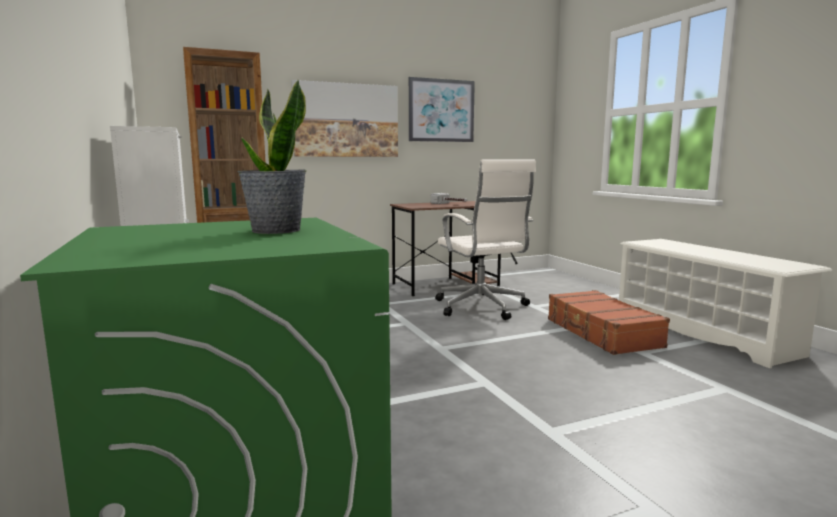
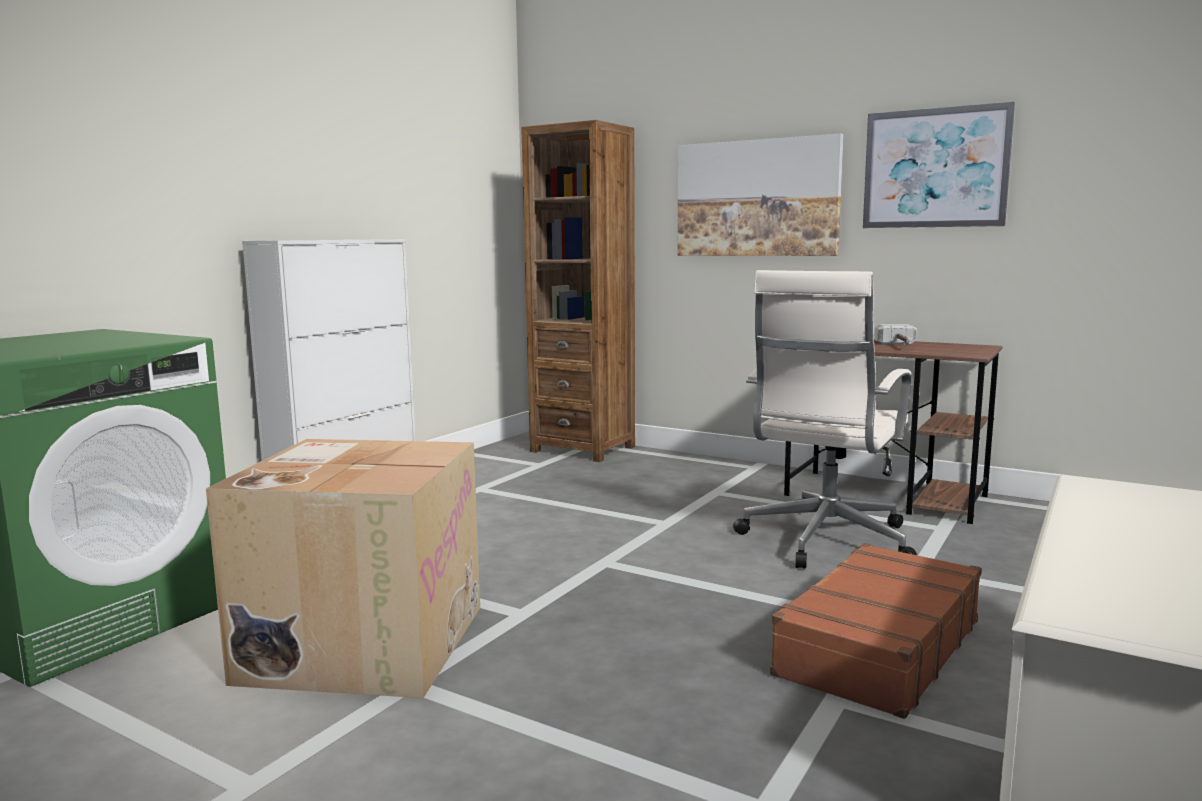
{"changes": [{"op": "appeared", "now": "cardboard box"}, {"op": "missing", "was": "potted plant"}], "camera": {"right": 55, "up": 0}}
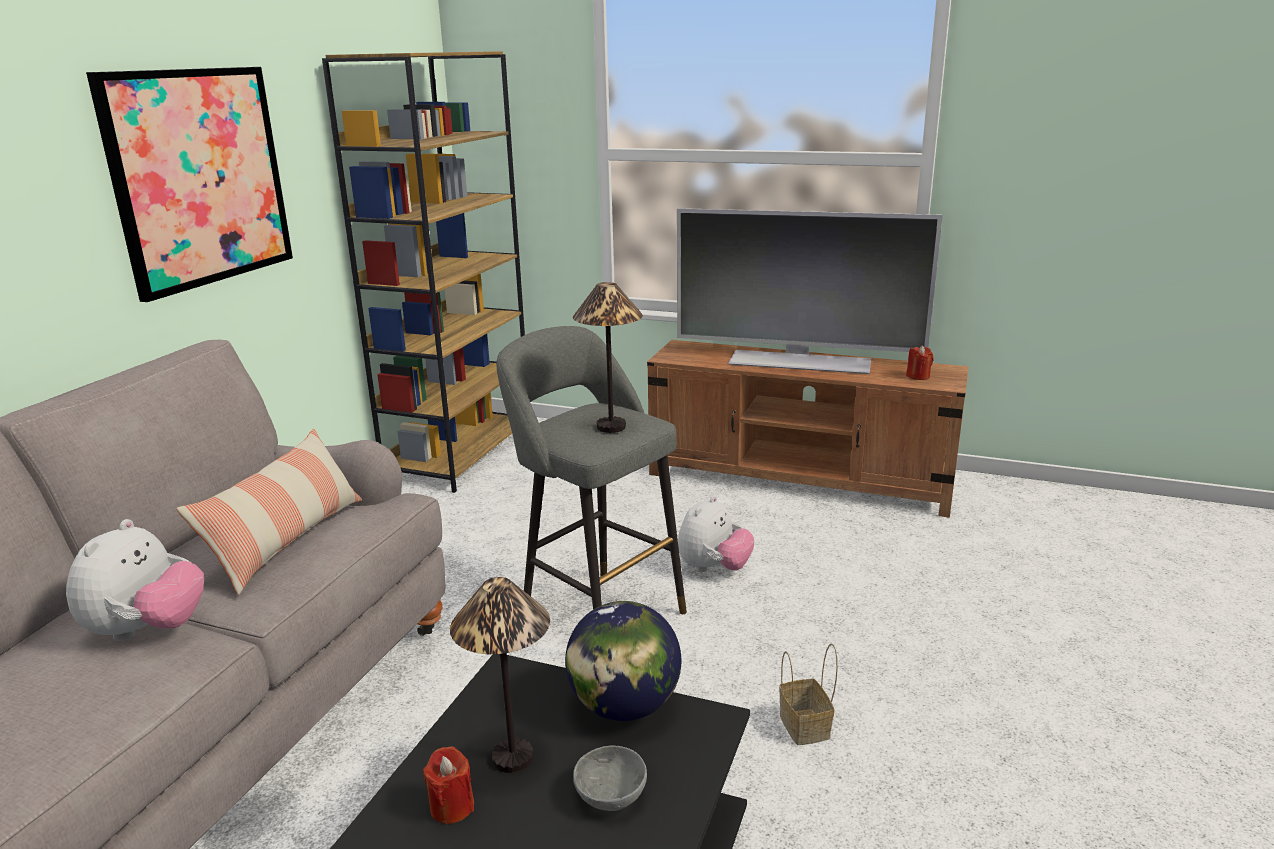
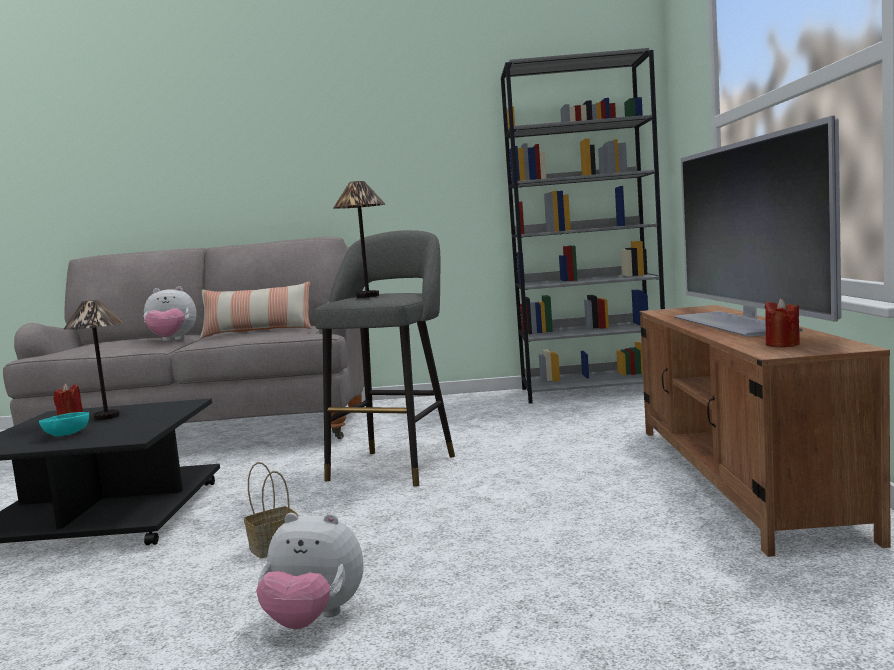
{"changes": [{"op": "colour", "was": "deep dish in greyish", "now": "deep dish in blue-green"}, {"op": "relocated", "was": "soft toy (no. 2 from left)"}, {"op": "colour", "was": "bookcase in brownish", "now": "bookcase in greyish"}, {"op": "missing", "was": "picture"}, {"op": "missing", "was": "desk globe"}], "camera": {"right": 70, "up": -15}}
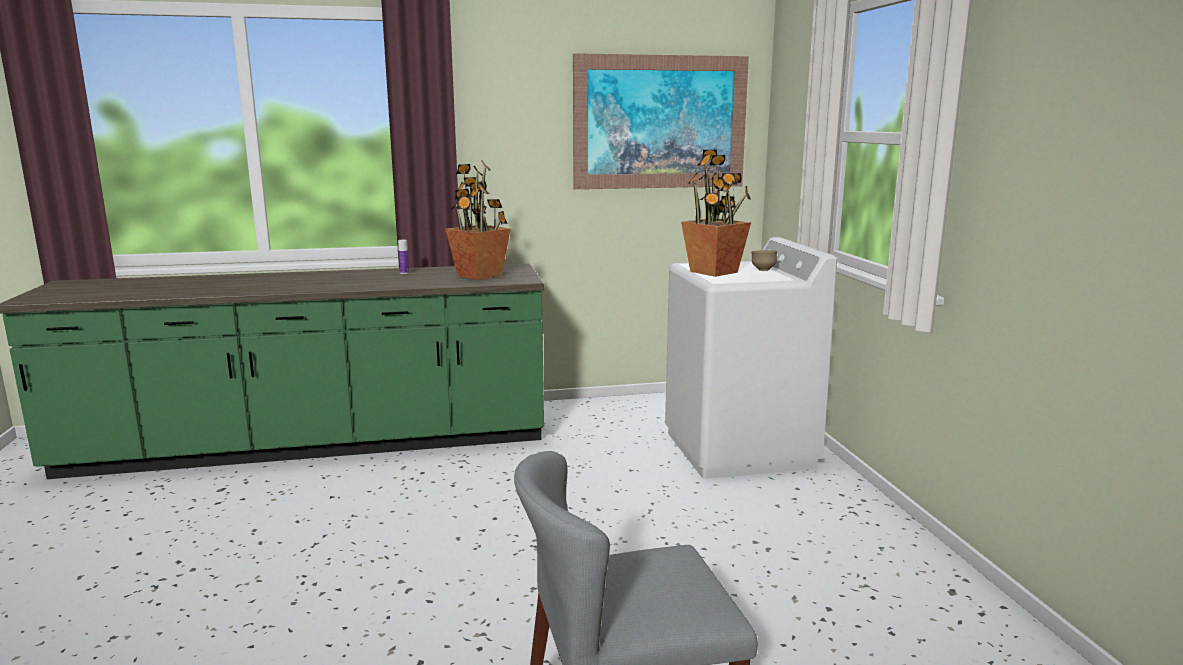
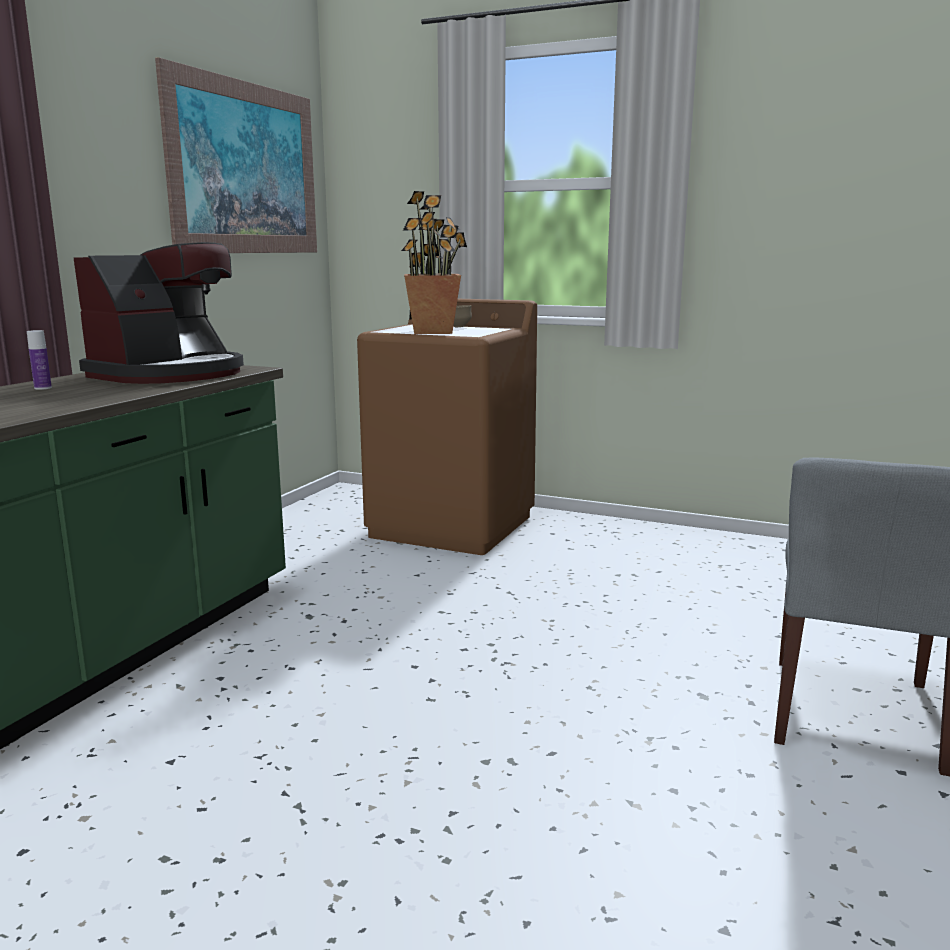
{"changes": [{"op": "exchanged", "was": "potted plant (no. 1 from left)", "now": "coffee machine"}, {"op": "colour", "was": "laundry machine in white", "now": "laundry machine in brownish"}], "camera": {"right": -55, "up": 0}}
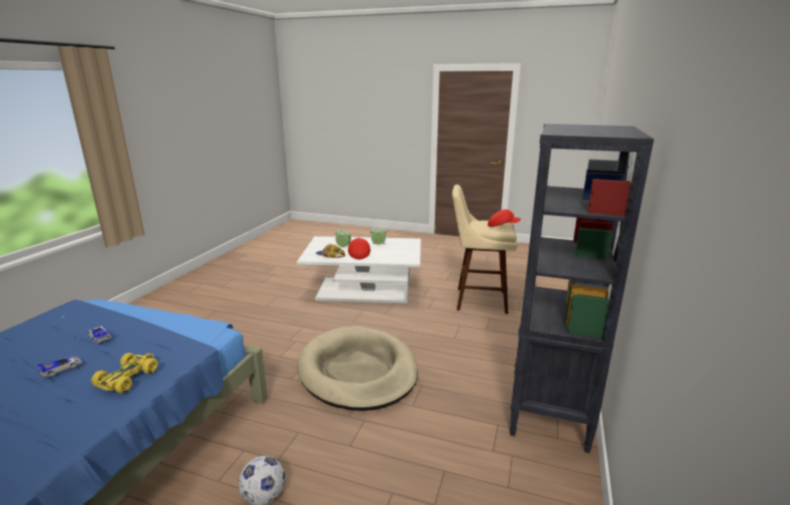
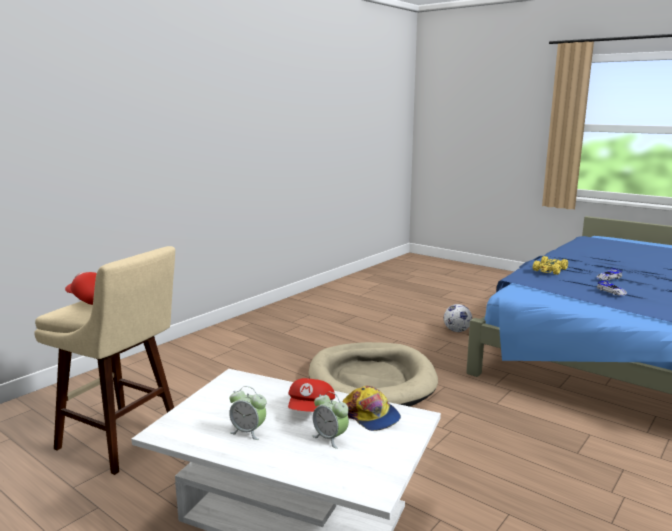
{"changes": [{"op": "missing", "was": "bookcase in blackish"}], "camera": {"right": -160, "up": -5}}
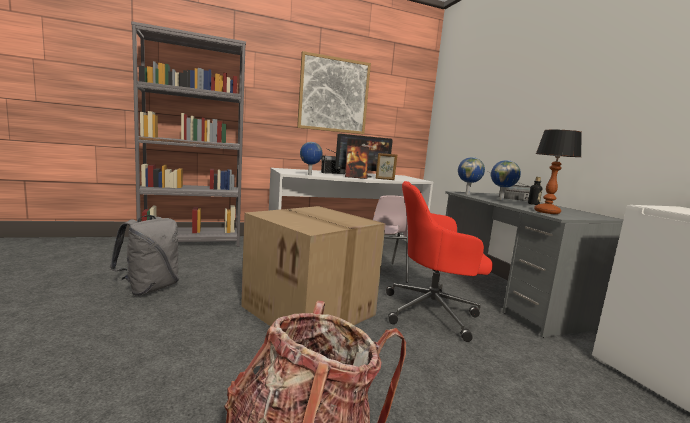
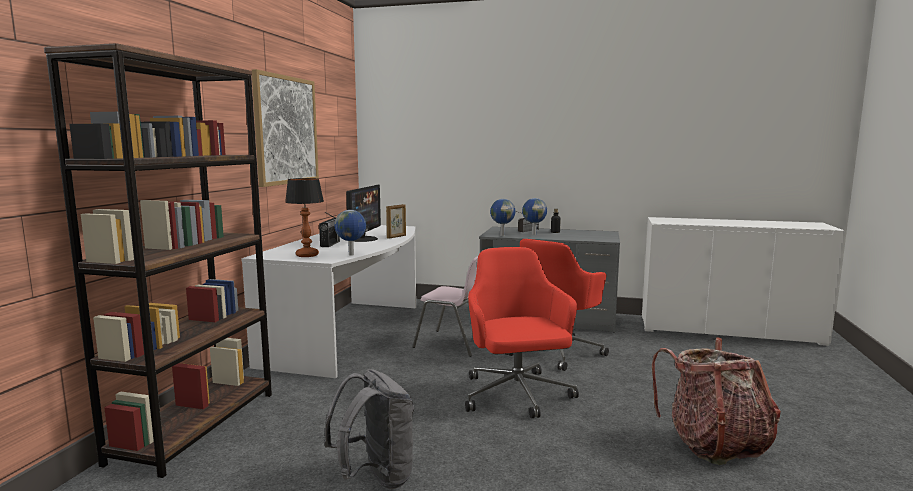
{"changes": [{"op": "colour", "was": "bookcase in greyish", "now": "bookcase in brownish"}, {"op": "relocated", "was": "tabletop lamp"}, {"op": "exchanged", "was": "cardboard box", "now": "desk chair in reddish (no. 1 from left)"}, {"op": "missing", "was": "standing frame (no. 1 from left)"}], "camera": {"right": -55, "up": 0}}
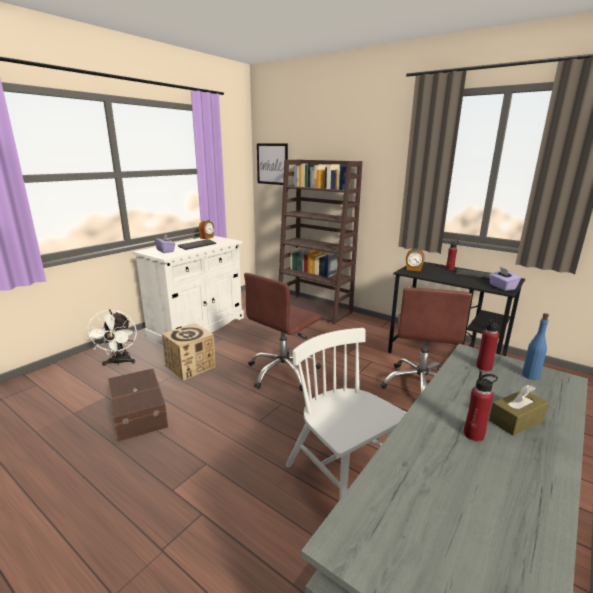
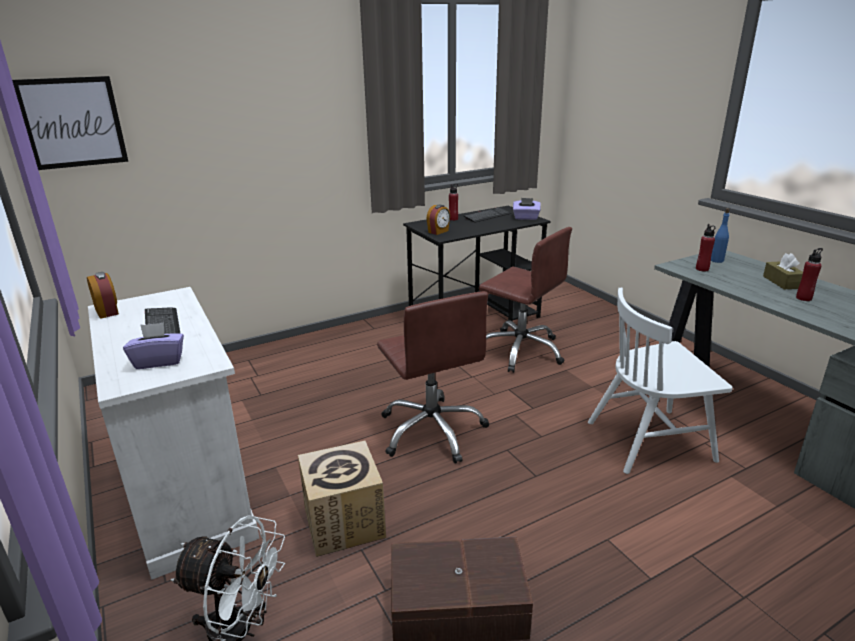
{"changes": [{"op": "missing", "was": "bookcase in brownish"}], "camera": {"right": -65, "up": 5}}
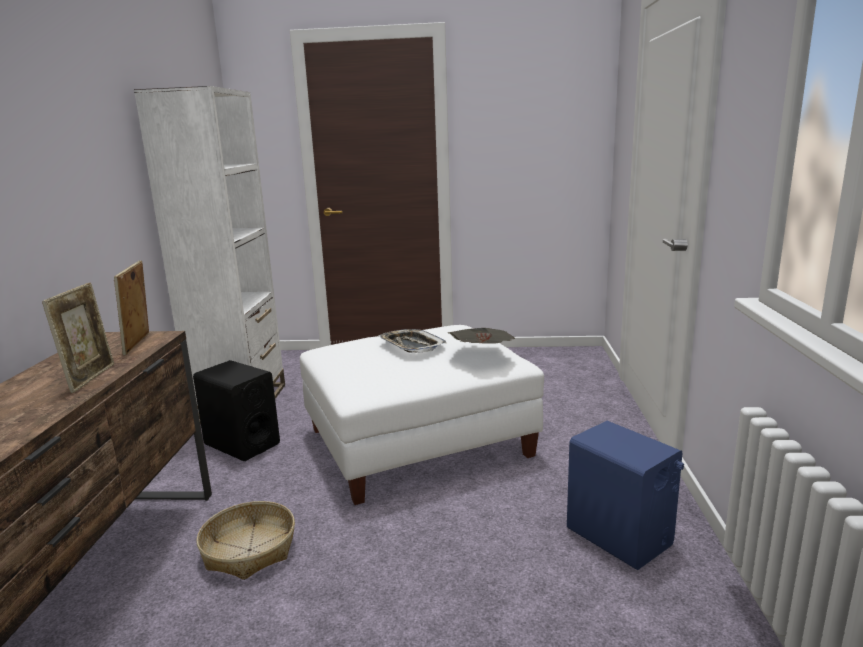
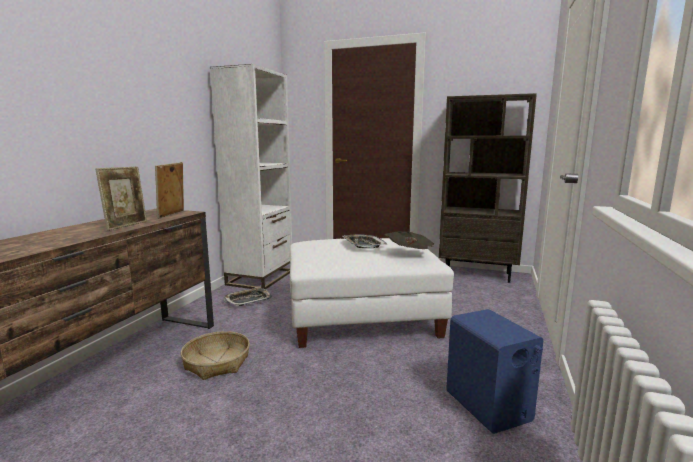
{"changes": [{"op": "exchanged", "was": "loudspeaker in blackish", "now": "tray (no. 1 from left)"}, {"op": "appeared", "now": "bookcase in brownish"}], "camera": {"right": 15, "up": -5}}
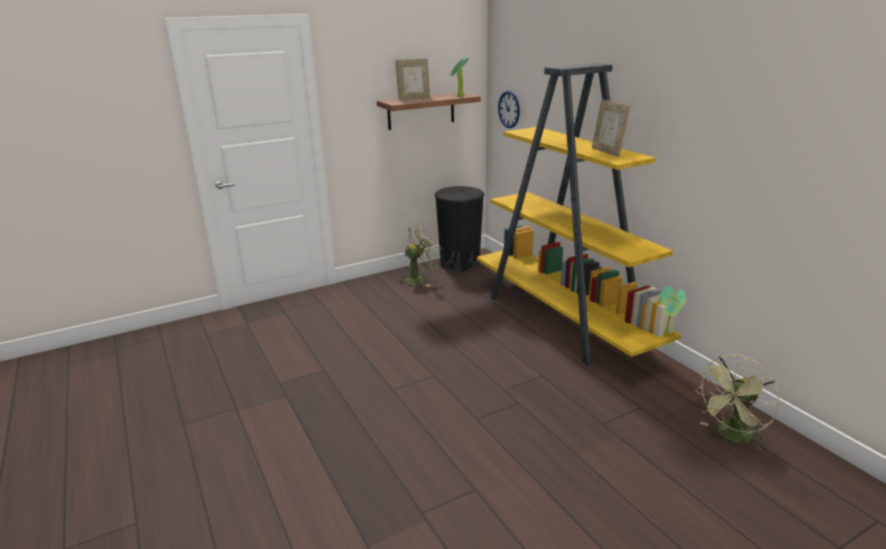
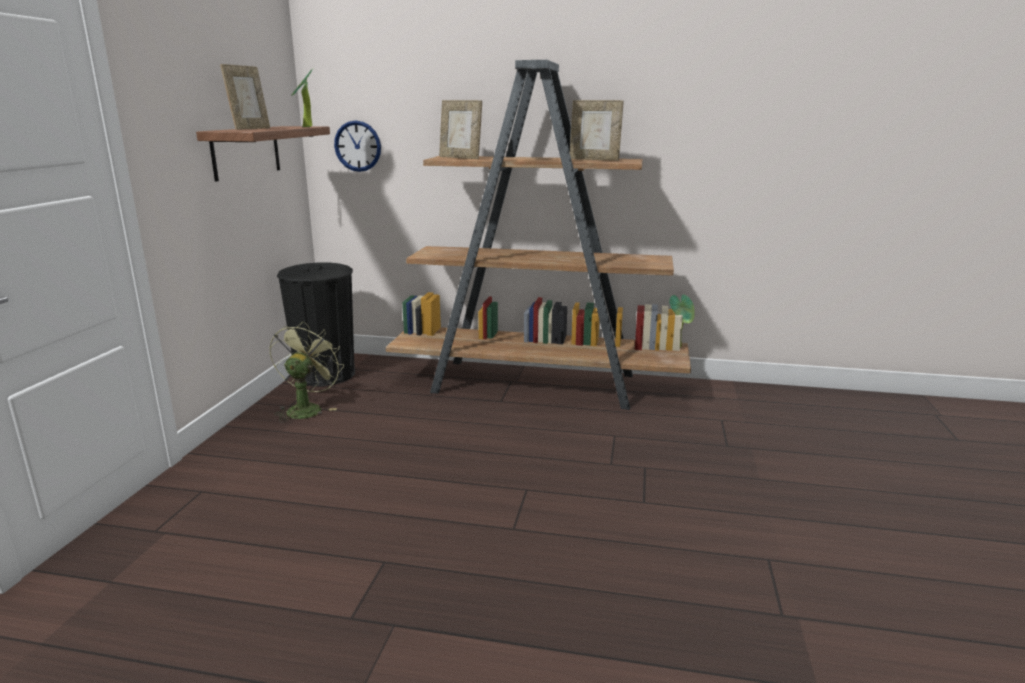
{"changes": [{"op": "colour", "was": "bookcase in yellow", "now": "bookcase in brownish"}, {"op": "appeared", "now": "standing frame (no. 2 from left)"}, {"op": "missing", "was": "cooling fan in green (no. 2 from left)"}], "camera": {"right": -50, "up": -5}}
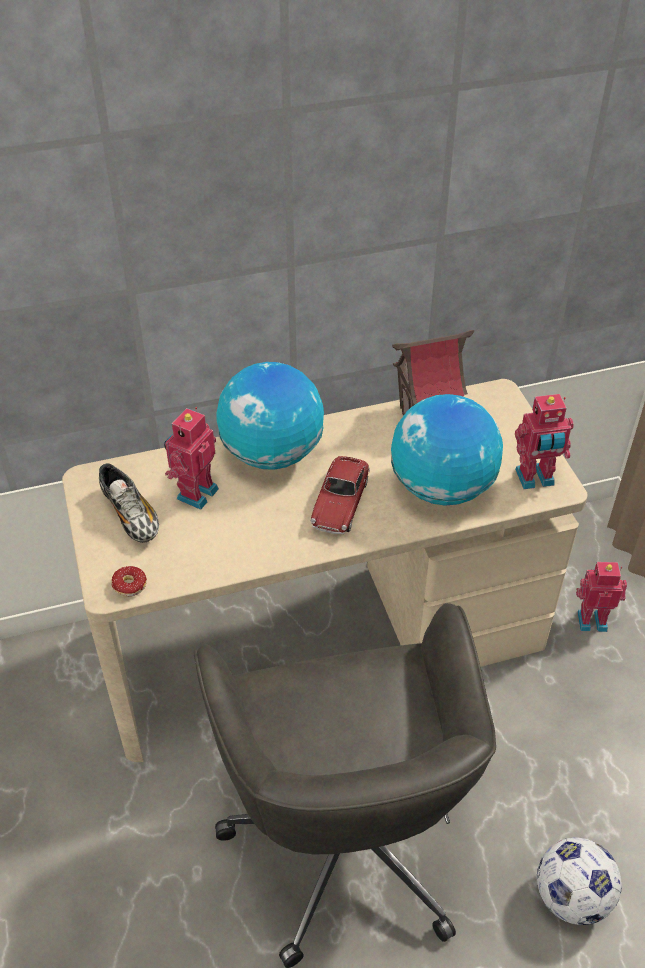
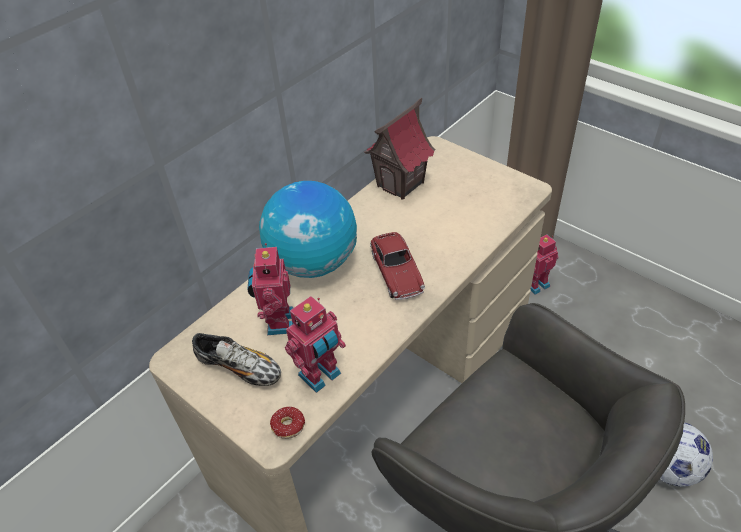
{"changes": [{"op": "relocated", "was": "toy robot (no. 2 from left)"}, {"op": "missing", "was": "desk globe (no. 2 from left)"}], "camera": {"right": -30, "up": 0}}
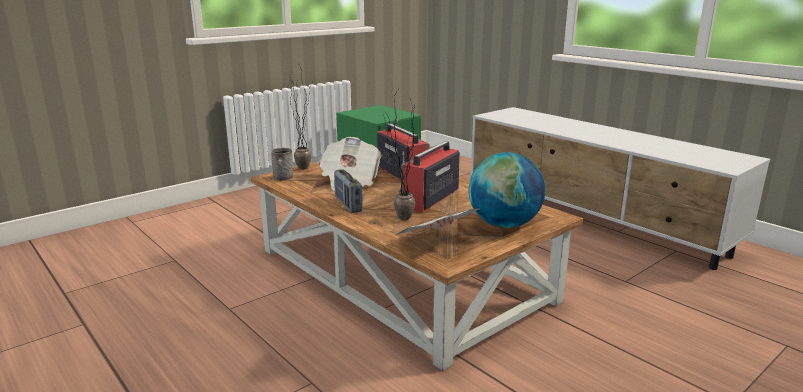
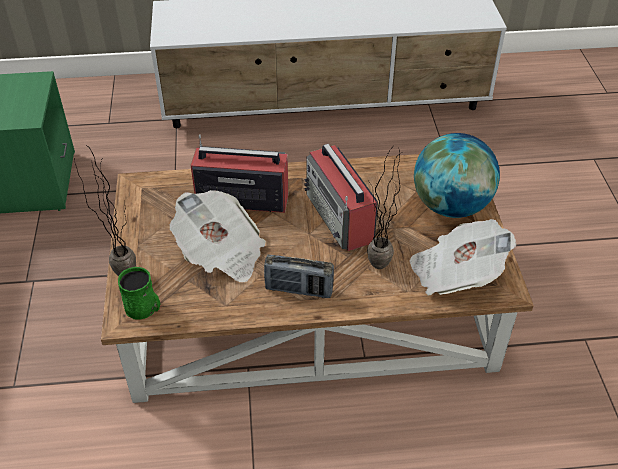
{"changes": [{"op": "colour", "was": "tea mug in greyish", "now": "tea mug in green"}], "camera": {"right": -55, "up": 25}}
